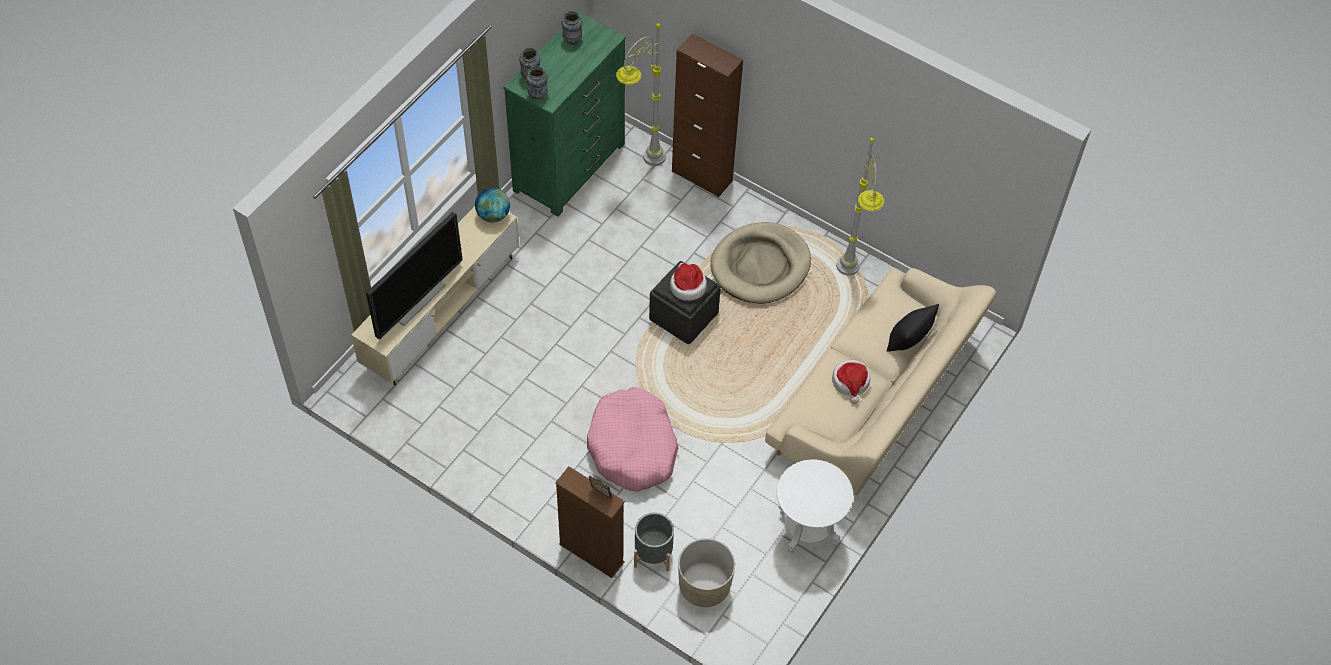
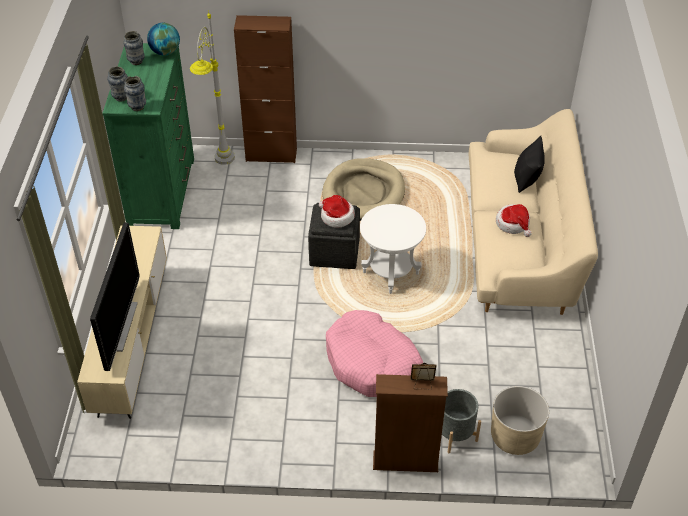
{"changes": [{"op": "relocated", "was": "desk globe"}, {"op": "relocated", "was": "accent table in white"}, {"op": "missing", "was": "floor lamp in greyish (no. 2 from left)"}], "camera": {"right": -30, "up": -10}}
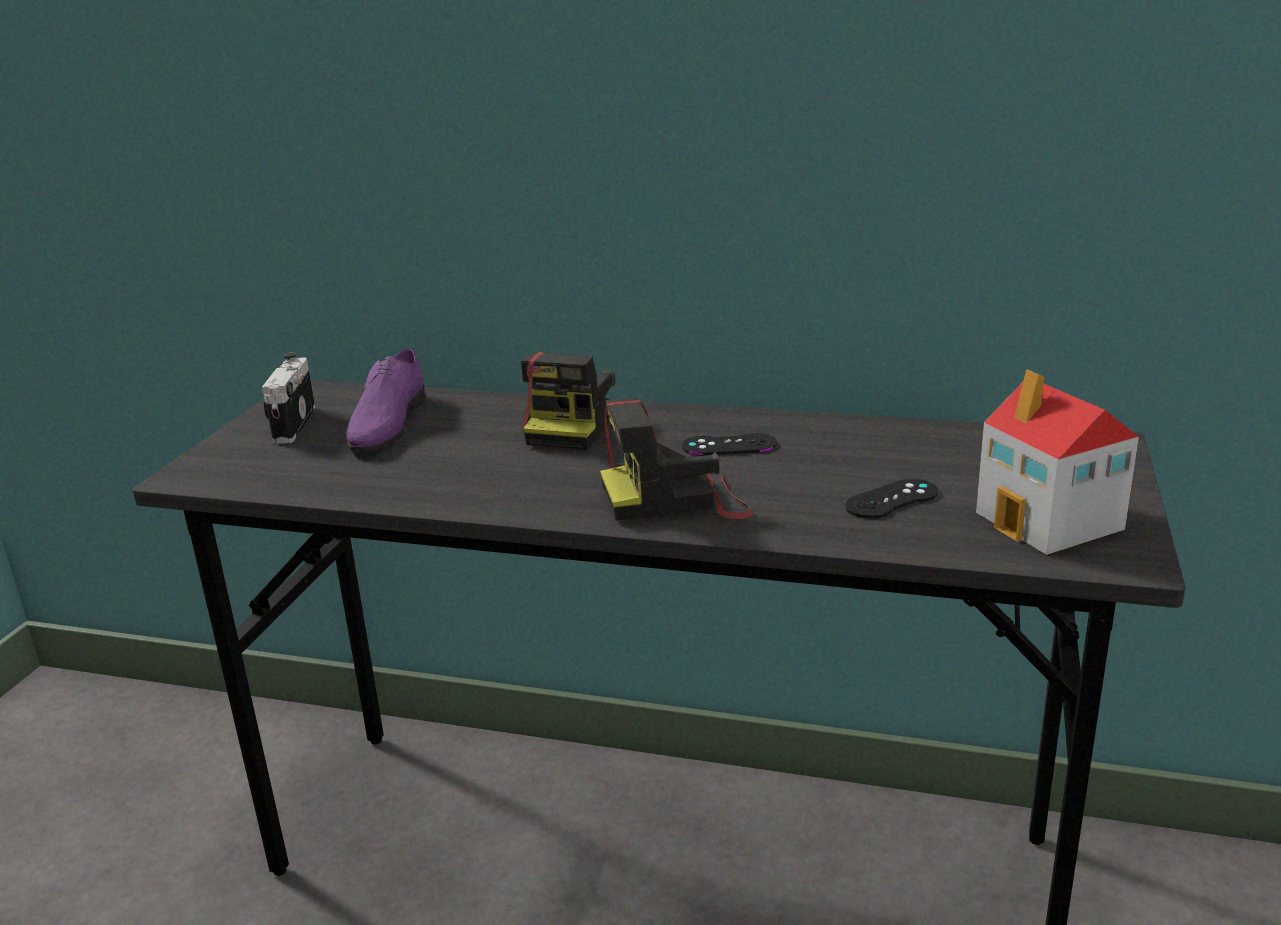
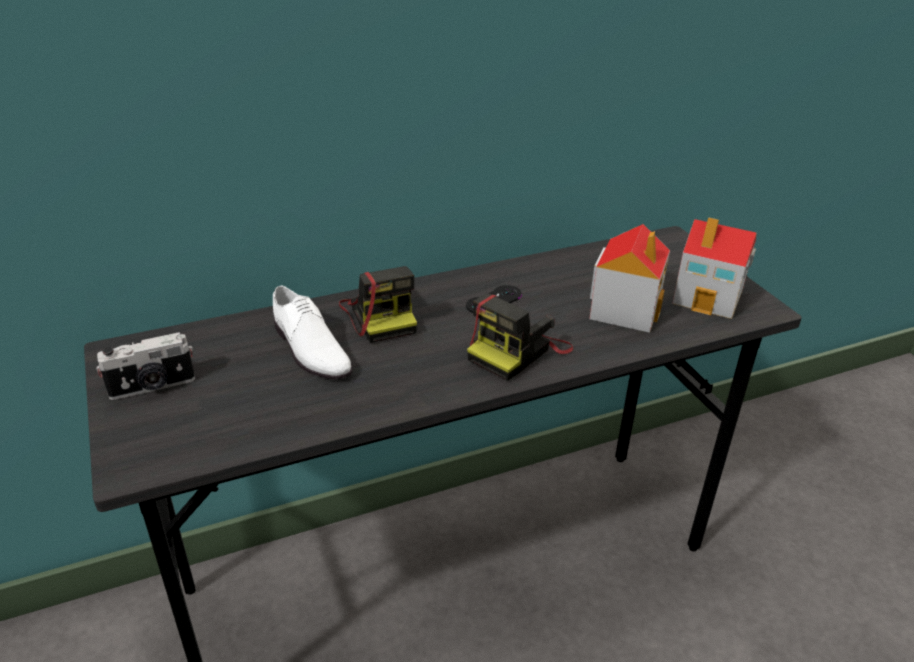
{"changes": [{"op": "spun", "was": "still camera (no. 1 from left)", "clockwise": -75}, {"op": "appeared", "now": "low shoe in white"}, {"op": "exchanged", "was": "game controller in blackish (no. 2 from left)", "now": "toy house (no. 1 from left)"}, {"op": "missing", "was": "low shoe in purplish"}], "camera": {"right": -40, "up": 10}}
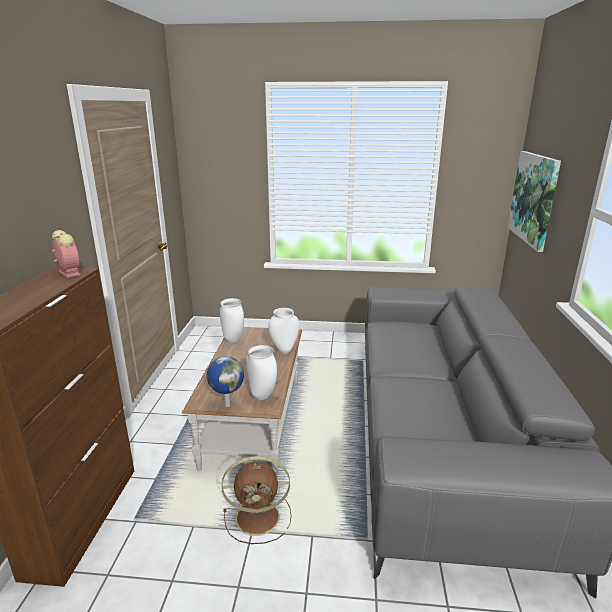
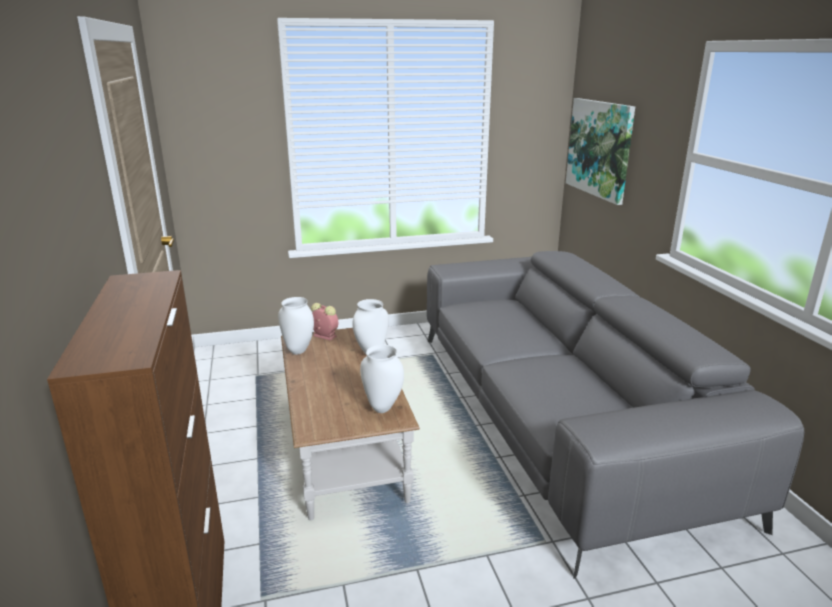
{"changes": [{"op": "relocated", "was": "alarm clock"}, {"op": "missing", "was": "desk globe"}, {"op": "missing", "was": "cooling fan in brownish"}], "camera": {"right": -20, "up": 0}}
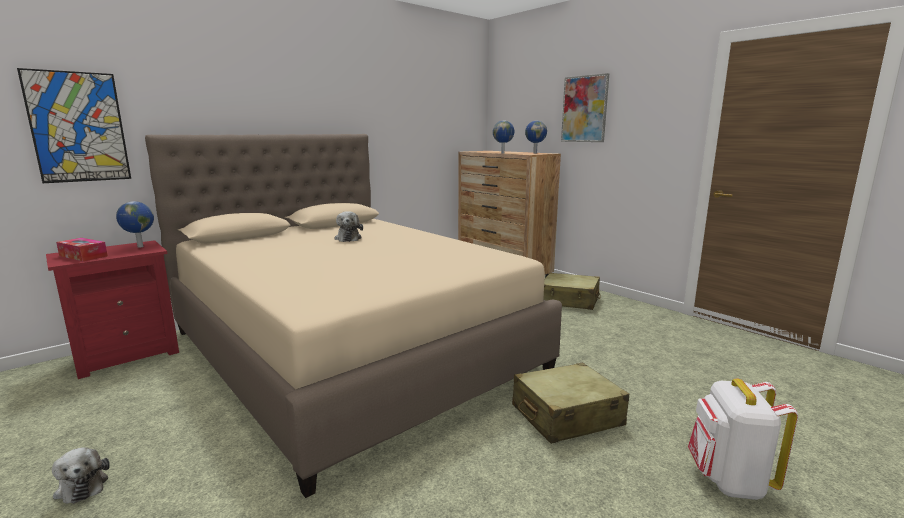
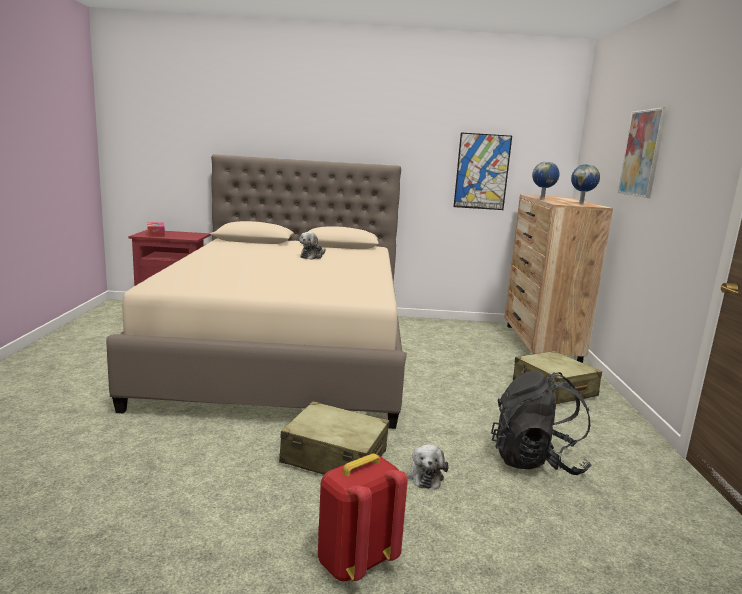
{"changes": [{"op": "colour", "was": "rucksack in white", "now": "rucksack in reddish"}, {"op": "relocated", "was": "soft toy (no. 1 from left in the first image)", "now": "soft toy (no. 2 from left)"}, {"op": "relocated", "was": "picture (no. 1 from left)"}, {"op": "appeared", "now": "rucksack in blackish"}, {"op": "missing", "was": "desk globe (no. 1 from left)"}], "camera": {"right": 40, "up": 0}}
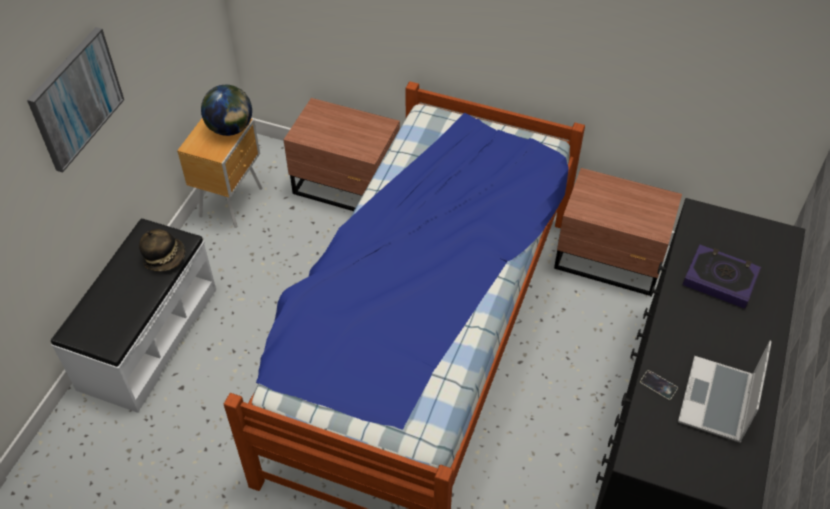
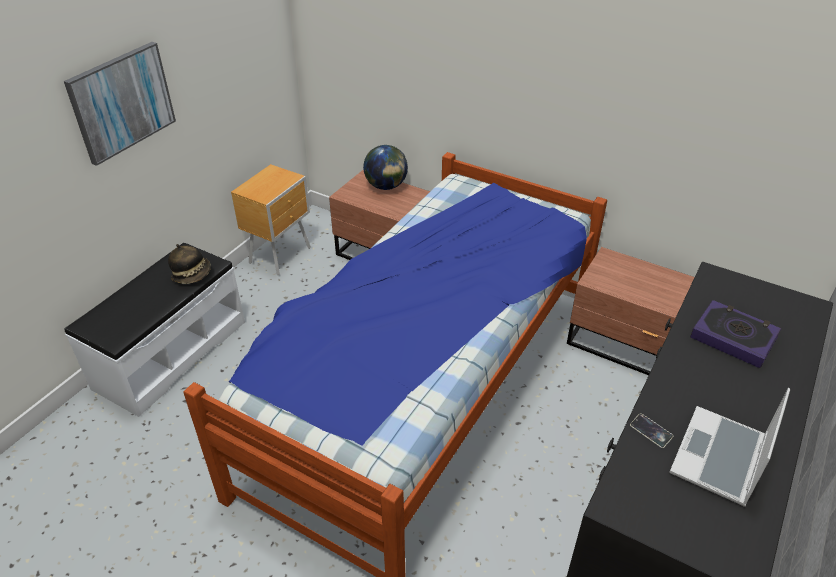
{"changes": [{"op": "relocated", "was": "desk globe"}], "camera": {"right": 10, "up": -10}}
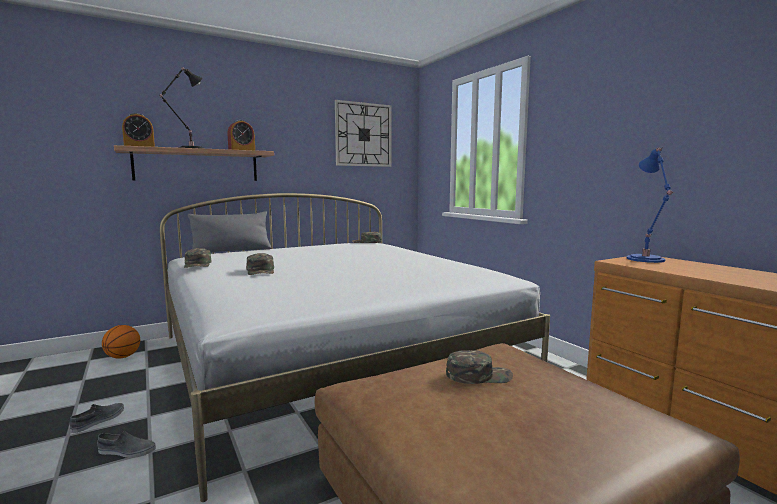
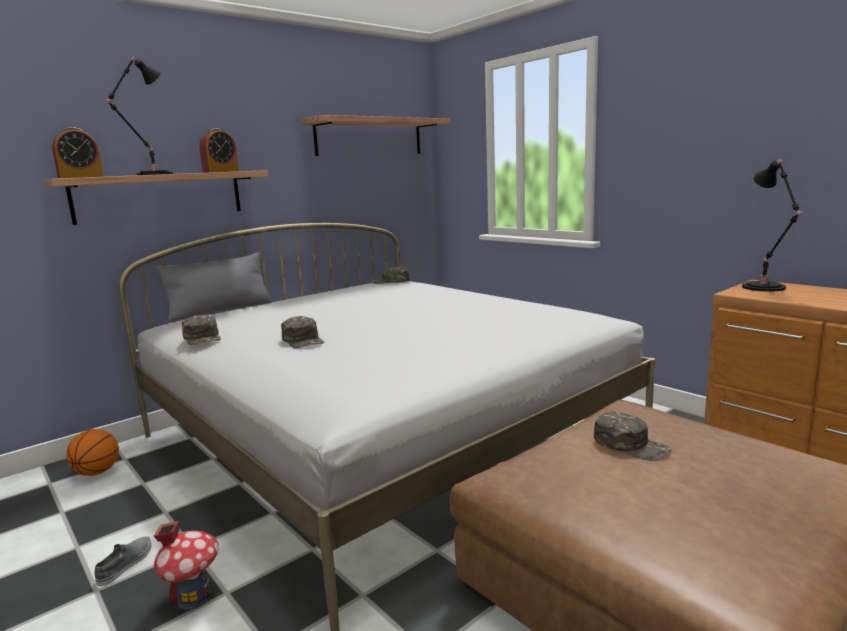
{"changes": [{"op": "exchanged", "was": "low shoe in greyish (no. 2 from left)", "now": "toy house"}, {"op": "exchanged", "was": "hanging clock", "now": "wall shelf (no. 2 from left)"}, {"op": "spun", "was": "cap in green (no. 4 from left)", "clockwise": 60}, {"op": "colour", "was": "tabletop lamp in blue", "now": "tabletop lamp in blackish (no. 2 from left)"}], "camera": {"right": -10, "up": 5}}
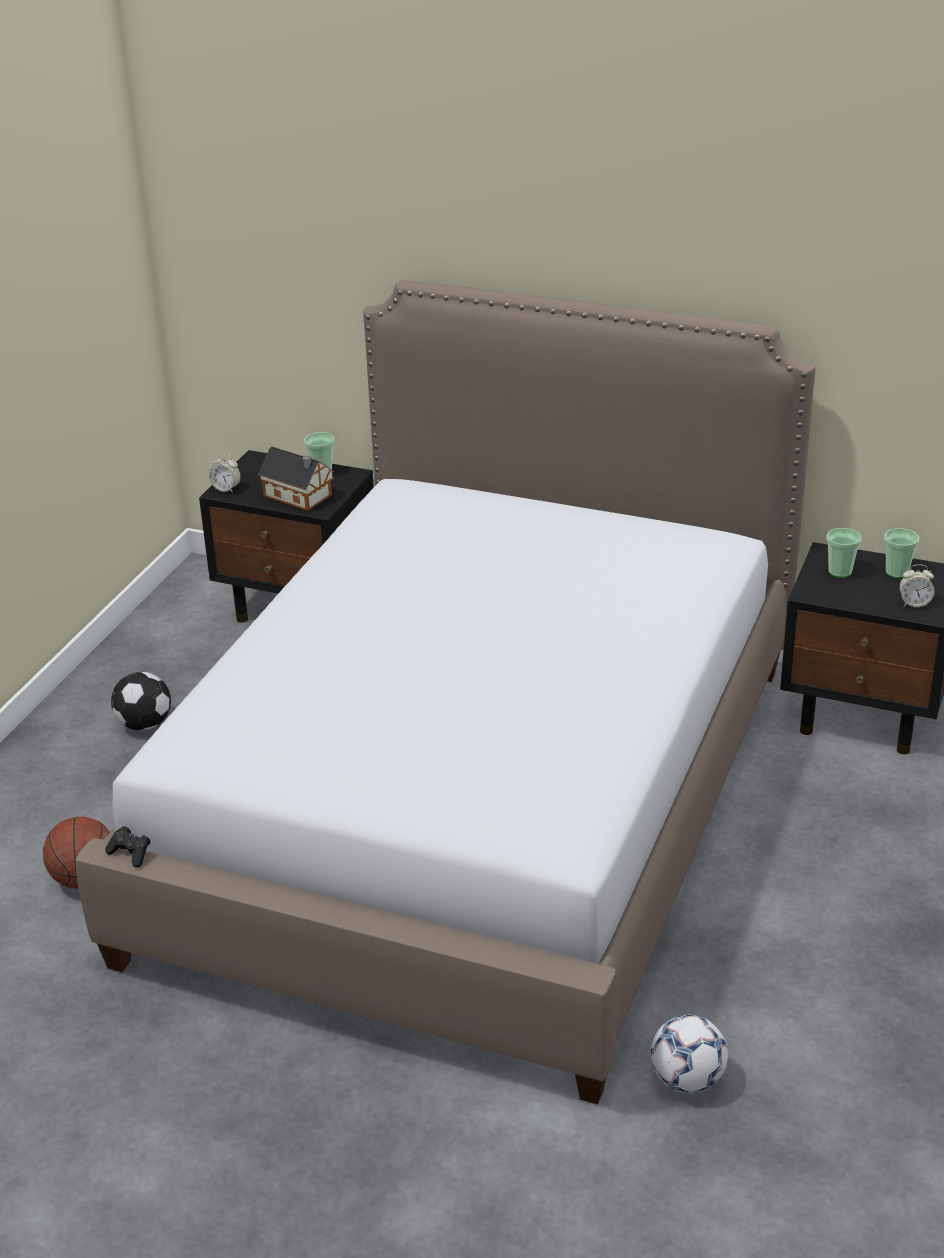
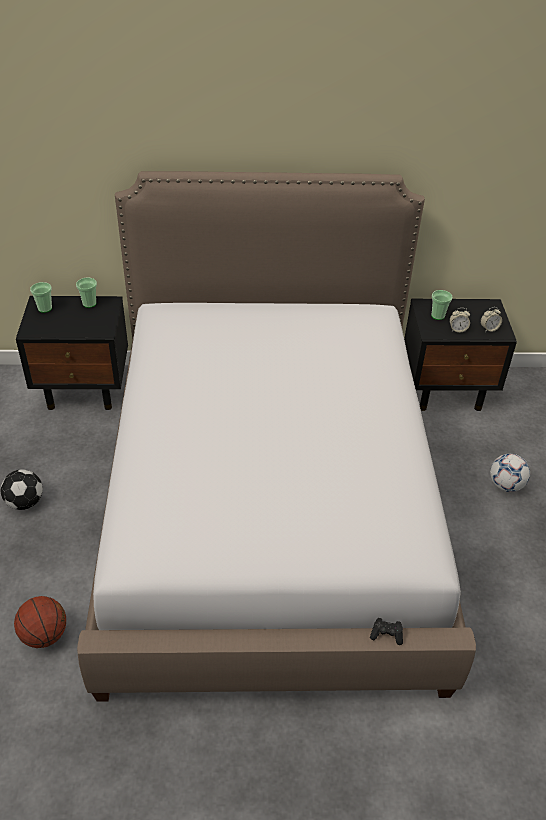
{"changes": [{"op": "relocated", "was": "small cup (no. 3 from left in the first image)", "now": "small cup (no. 1 from left)"}, {"op": "relocated", "was": "game controller in blackish"}, {"op": "relocated", "was": "alarm clock (no. 1 from left)"}, {"op": "relocated", "was": "football ball (no. 2 from left)"}, {"op": "missing", "was": "toy house"}], "camera": {"right": -25, "up": 10}}
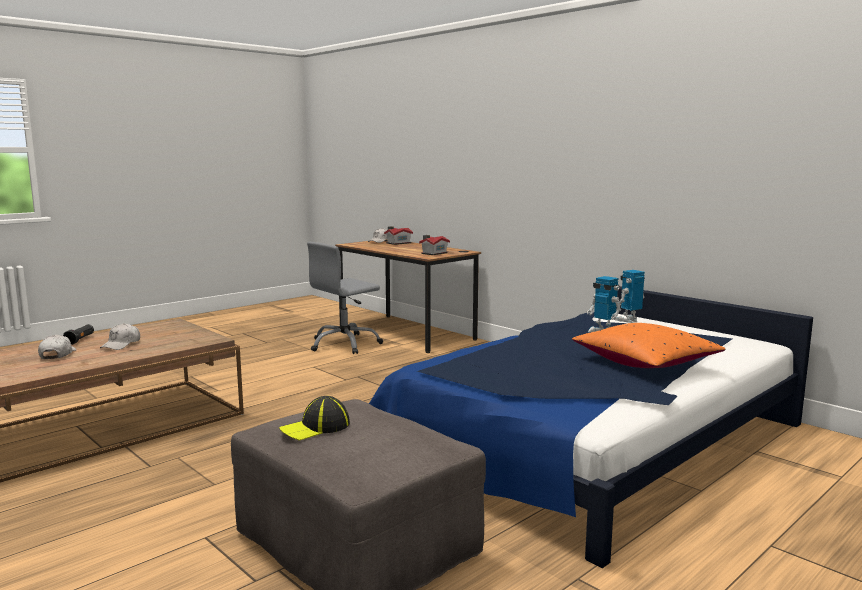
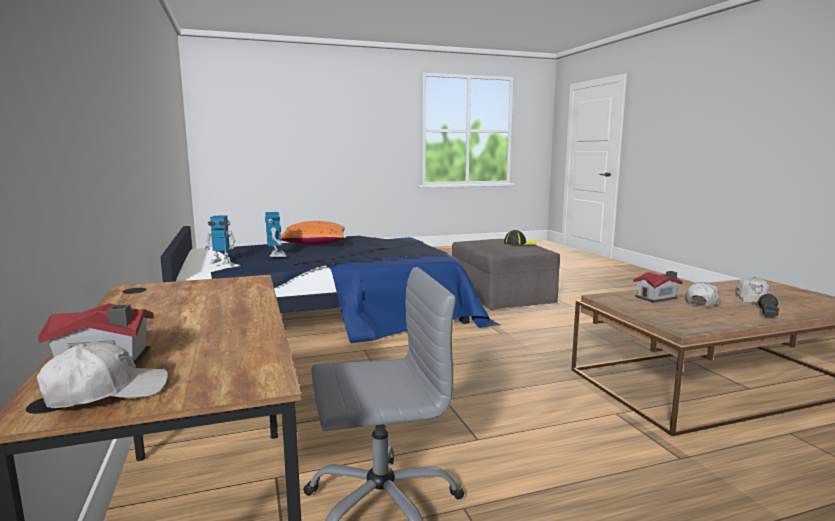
{"changes": [{"op": "relocated", "was": "toy house (no. 2 from left)"}], "camera": {"right": -155, "up": 0}}
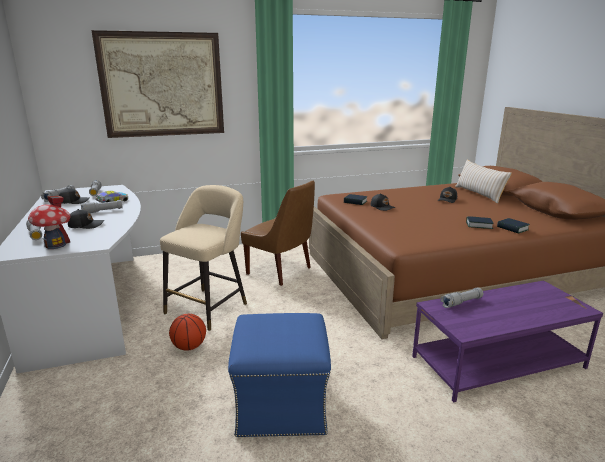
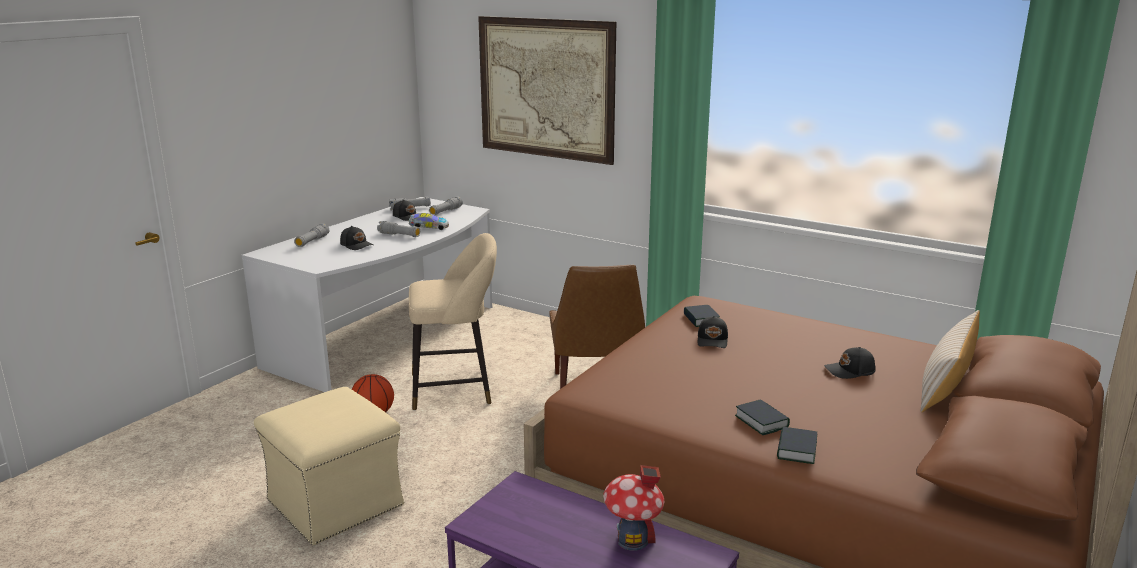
{"changes": [{"op": "colour", "was": "footrest in blue", "now": "footrest in beige"}, {"op": "relocated", "was": "toy house"}, {"op": "missing", "was": "flashlight in greyish (no. 5 from left)"}], "camera": {"right": 50, "up": 0}}
